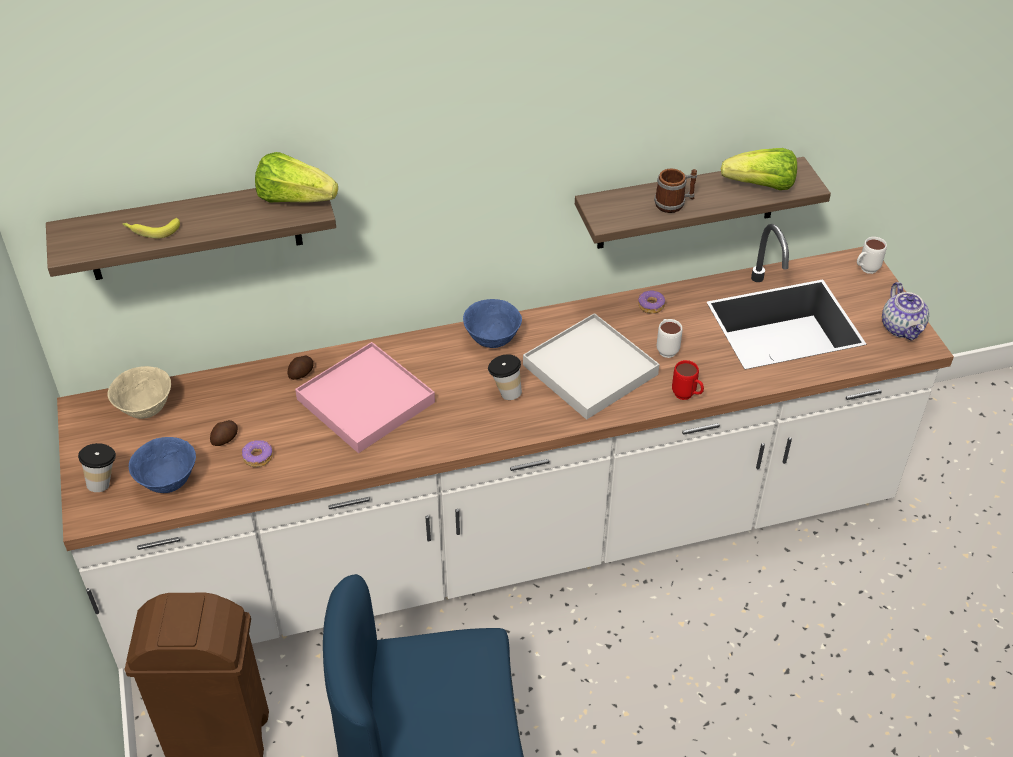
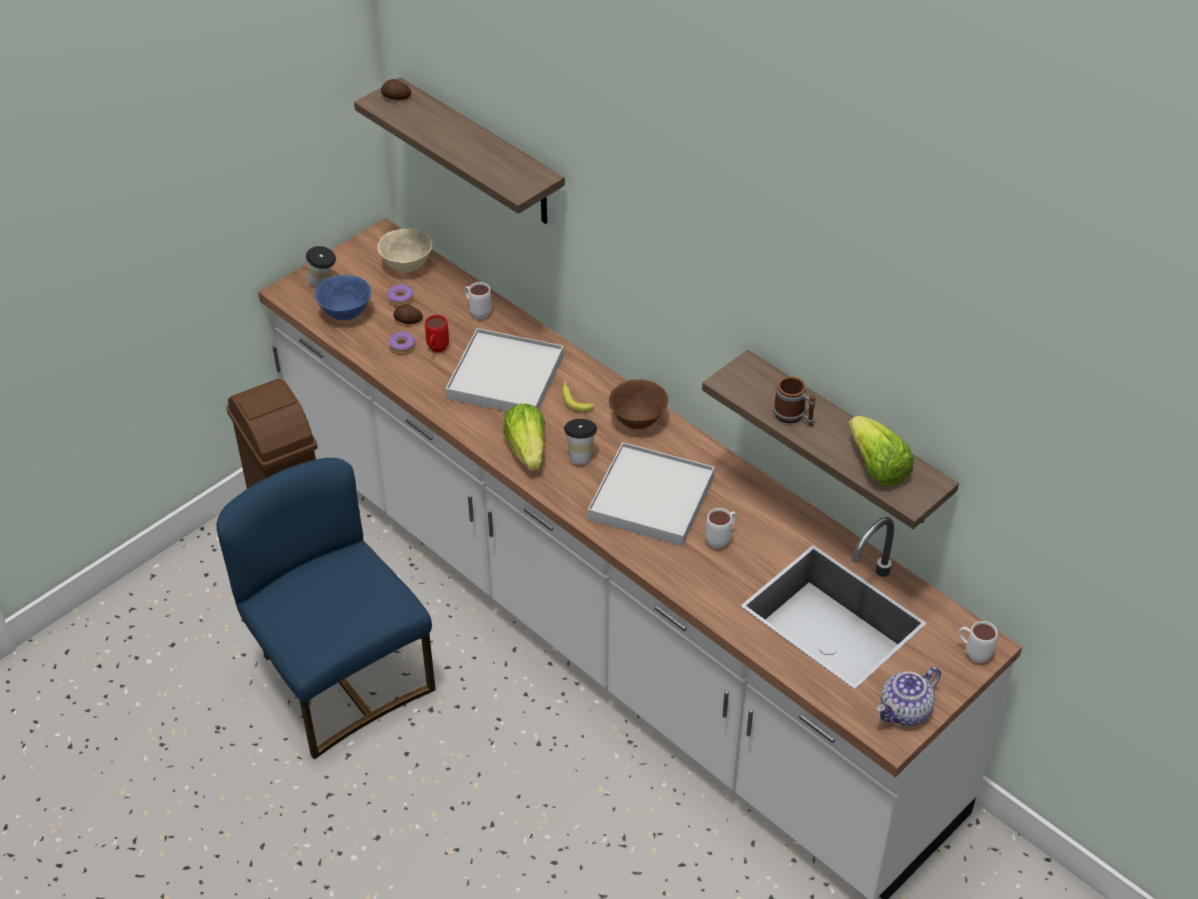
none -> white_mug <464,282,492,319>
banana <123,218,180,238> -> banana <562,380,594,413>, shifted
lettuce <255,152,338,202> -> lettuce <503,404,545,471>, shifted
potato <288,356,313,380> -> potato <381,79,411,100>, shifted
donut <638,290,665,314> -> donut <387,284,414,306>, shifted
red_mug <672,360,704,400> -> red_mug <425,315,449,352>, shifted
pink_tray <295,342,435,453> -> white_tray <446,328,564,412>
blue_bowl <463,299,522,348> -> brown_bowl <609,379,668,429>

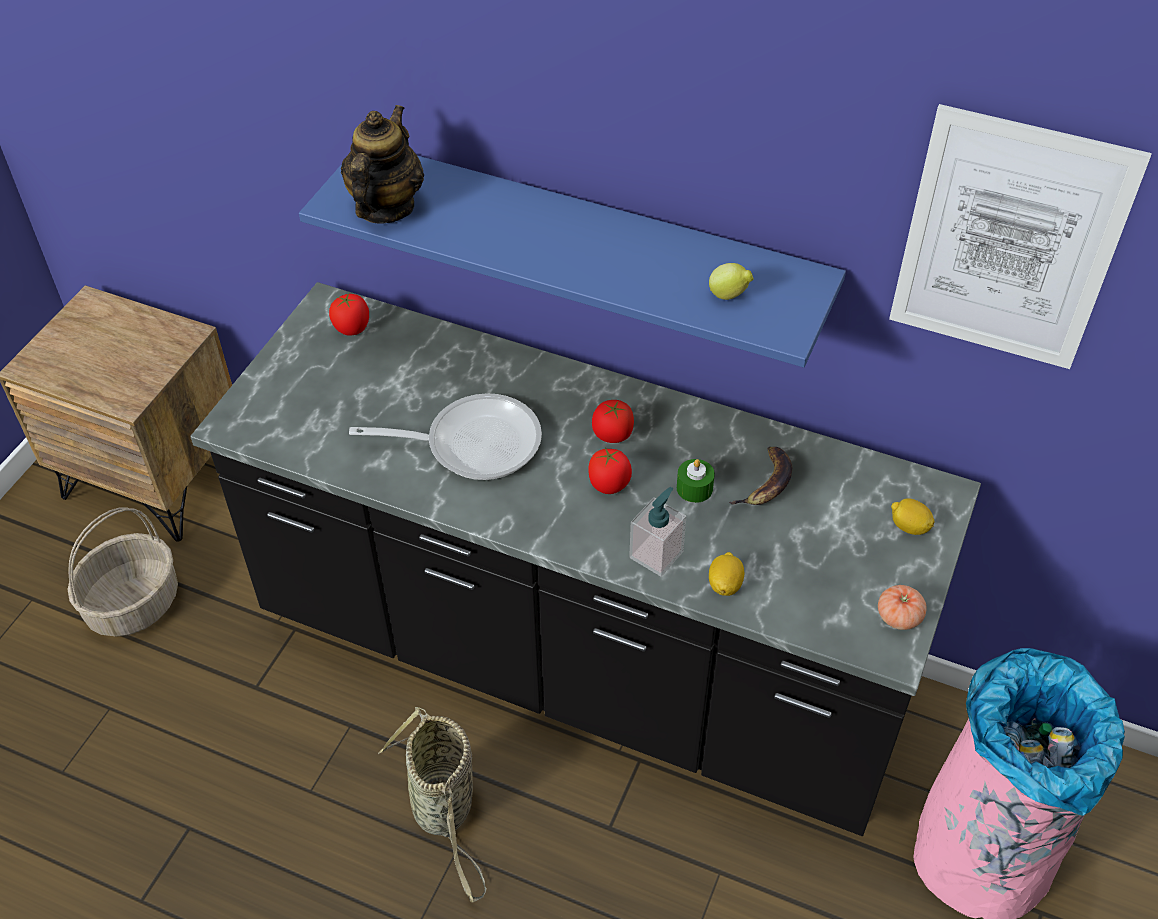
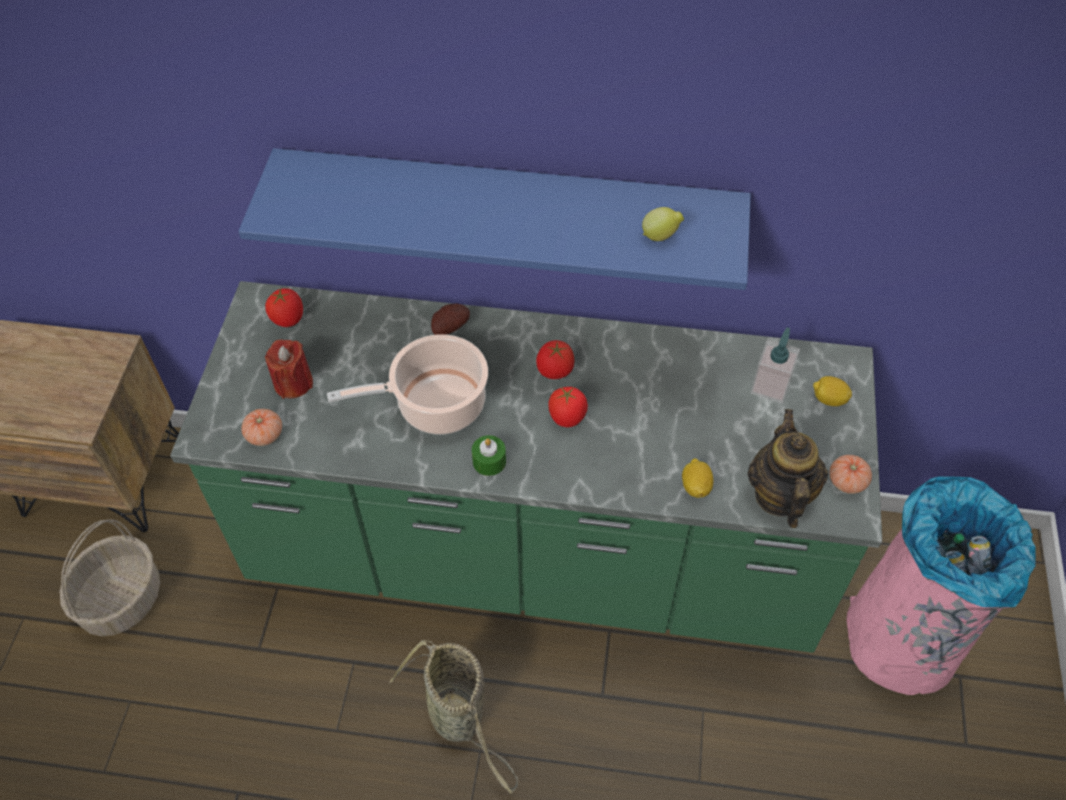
banana <729,446,792,505> -> none
picture <889,104,1152,369> -> none
none -> tomato <241,409,282,446>
none -> red_candle <265,339,313,399>
none -> potato <431,304,470,335>
teapot <341,105,424,224> -> teapot <748,409,828,528>, shifted
soap_dispenser <629,487,686,577> -> soap_dispenser <751,328,800,403>, shifted
green_candle <677,459,715,503> -> green_candle <472,435,506,476>, shifted
frying_pan <349,393,542,480> -> cooking_pot <327,334,488,434>
black_counter <190,282,981,836> -> green_counter <170,281,882,653>

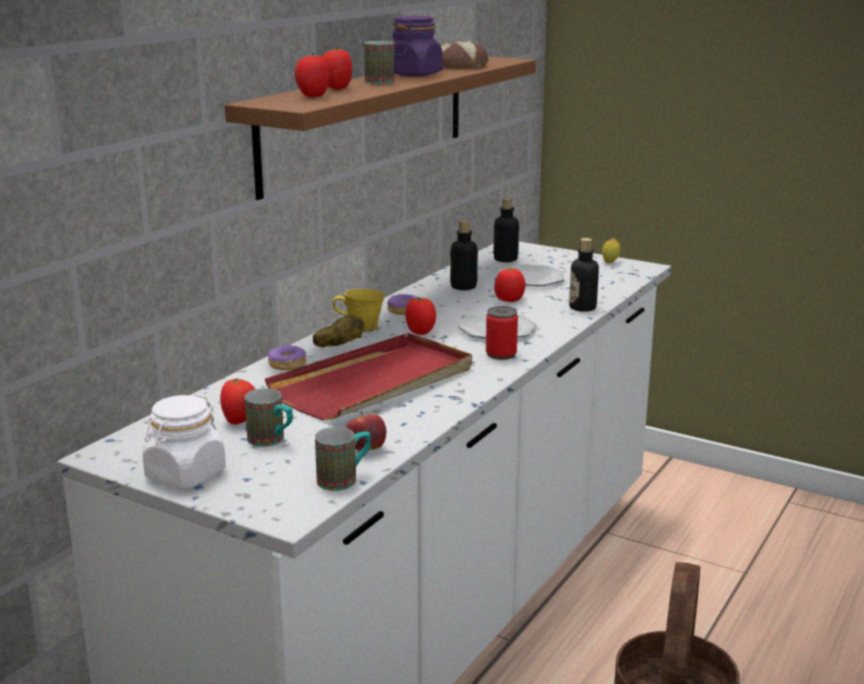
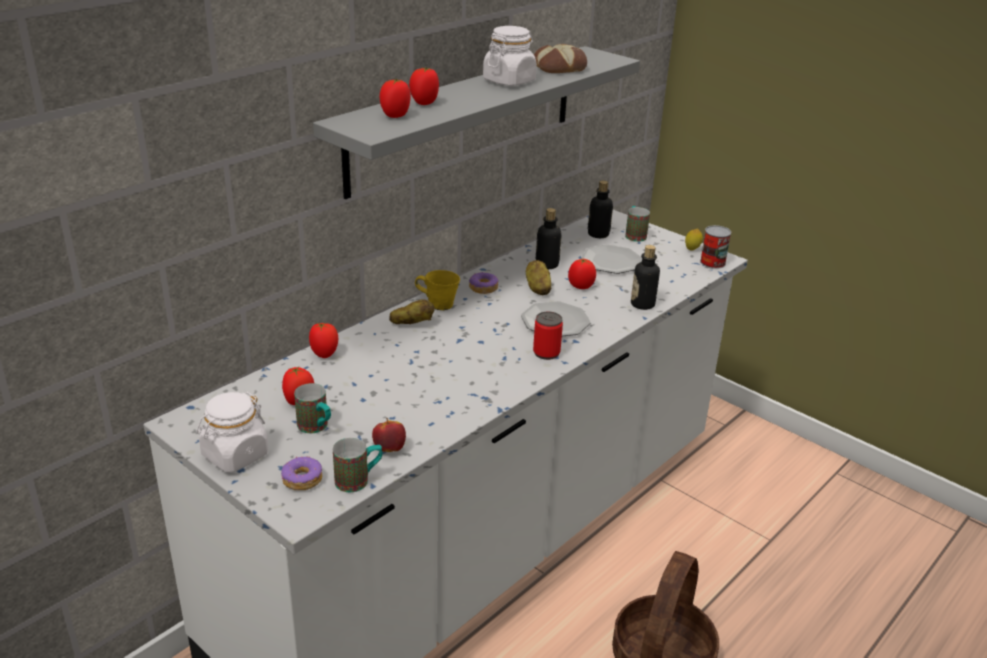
red_tray <265,333,472,420> -> none
none -> potato <526,260,551,295>
none -> can <700,225,731,269>
donut <268,345,306,370> -> donut <281,456,322,490>, shifted
mug <364,41,394,84> -> mug <625,206,650,242>, shifted
tomato <405,297,436,335> -> tomato <309,323,338,358>, shifted
brown_shelf <225,56,536,200> -> grey_shelf <313,46,640,199>
purple_jar <391,16,443,77> -> white_jar <483,26,537,86>

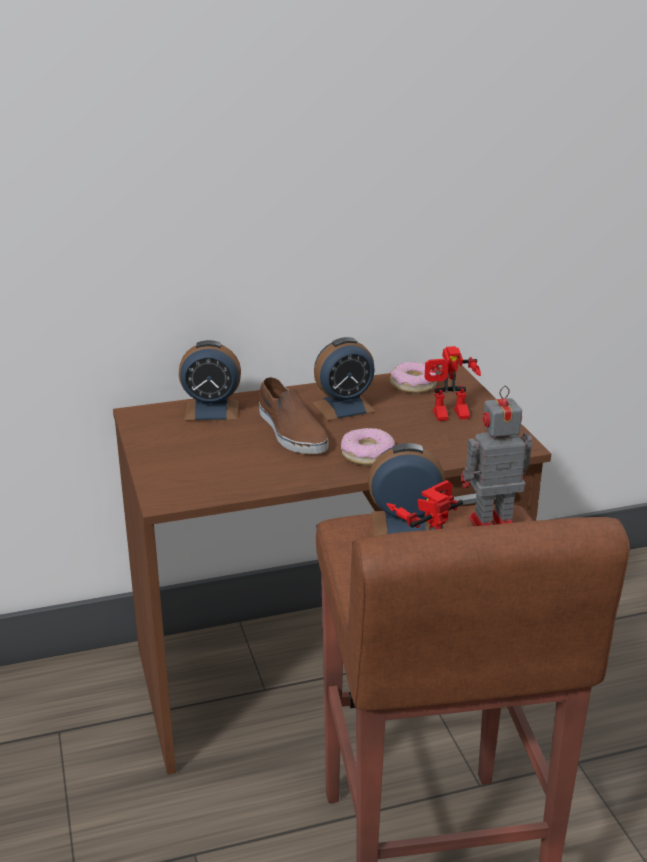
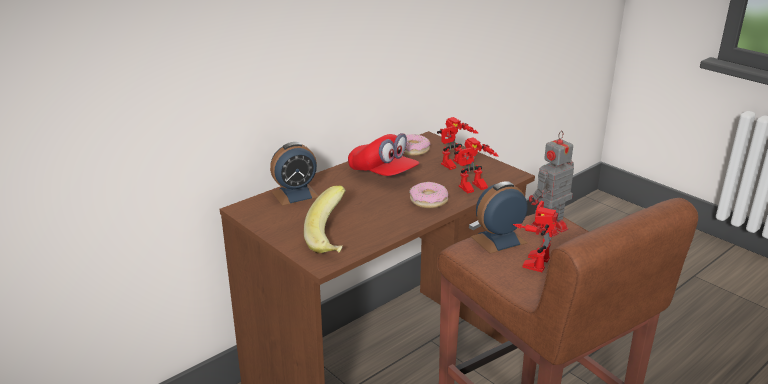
brown_shoe <259,377,328,454> -> none
none -> banana <304,185,346,253>
none -> toy_robot <454,138,499,193>
alarm_clock <312,337,376,421> -> red_cap <348,133,419,176>

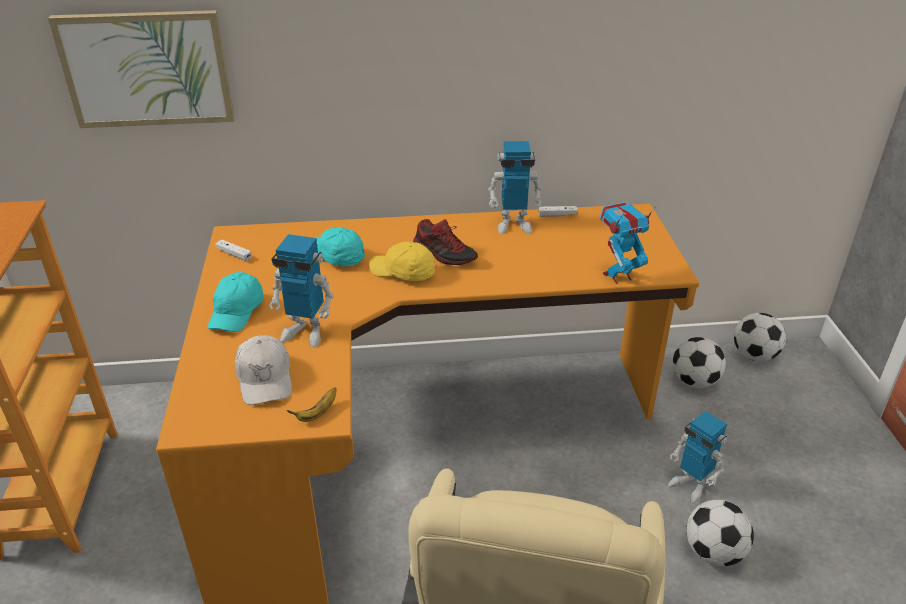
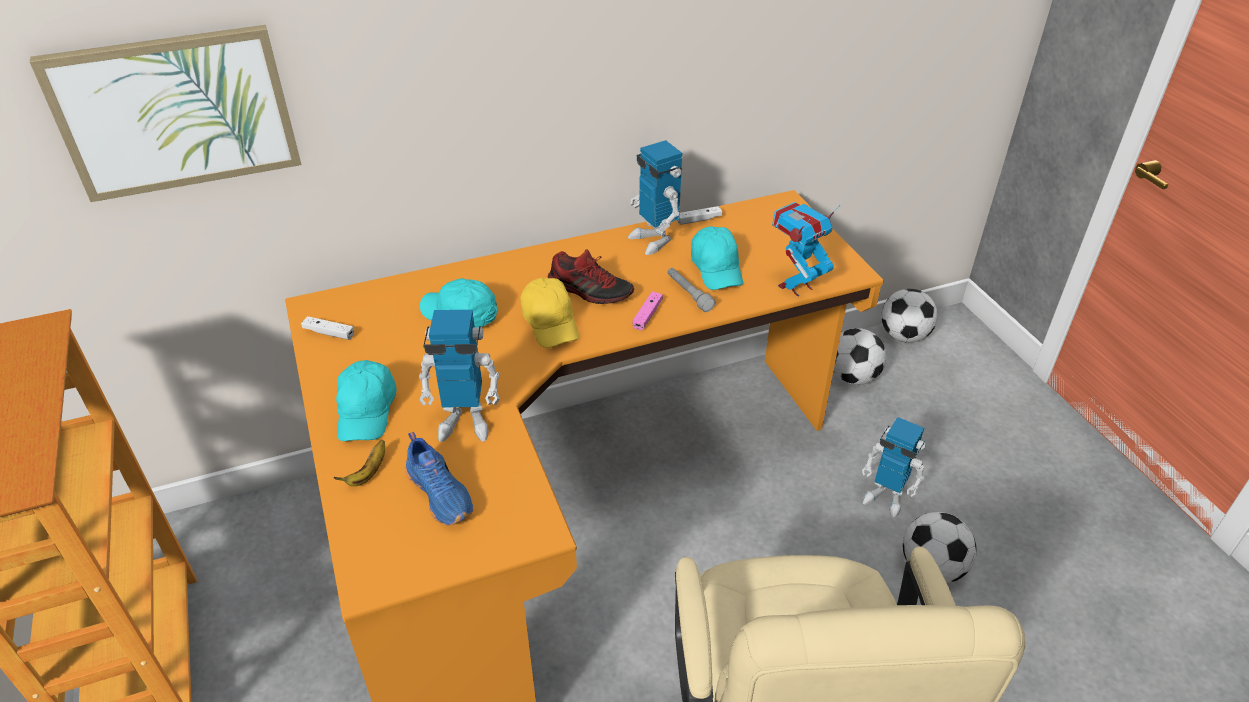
none -> pink_game_controller <633,292,663,330>
none -> grey_flashlight <667,268,715,312>
none -> turquoise_cap <691,226,743,290>
banana <287,387,337,422> -> banana <334,440,385,486>, shifted
white_cap <235,335,292,405> -> blue_shoe <405,432,473,526>
yellow_cap <369,242,435,281> -> yellow_cap <521,278,579,348>, 120 degrees counterclockwise
toy_robot <488,141,542,234> -> toy_robot <628,140,682,255>, 75 degrees clockwise

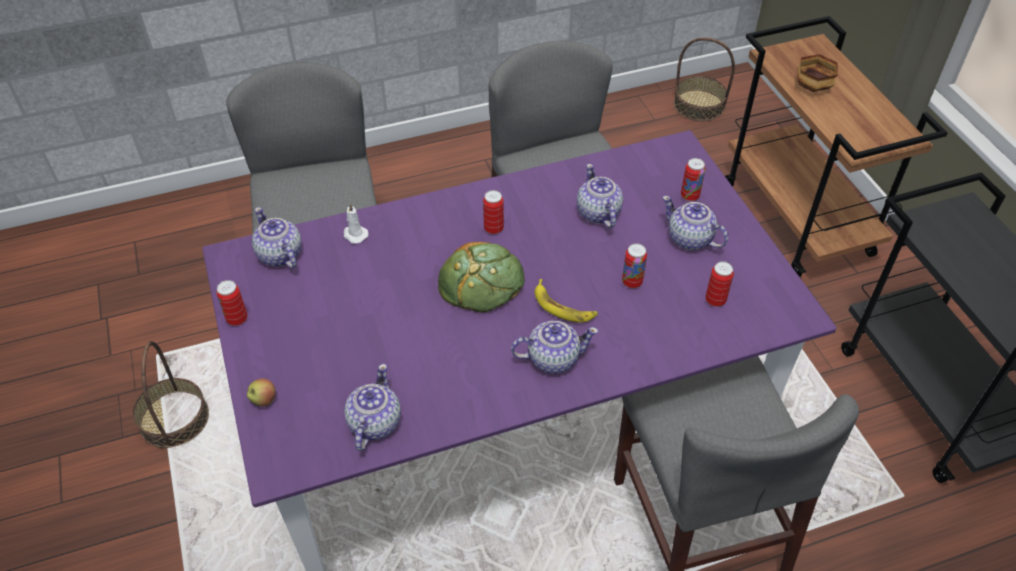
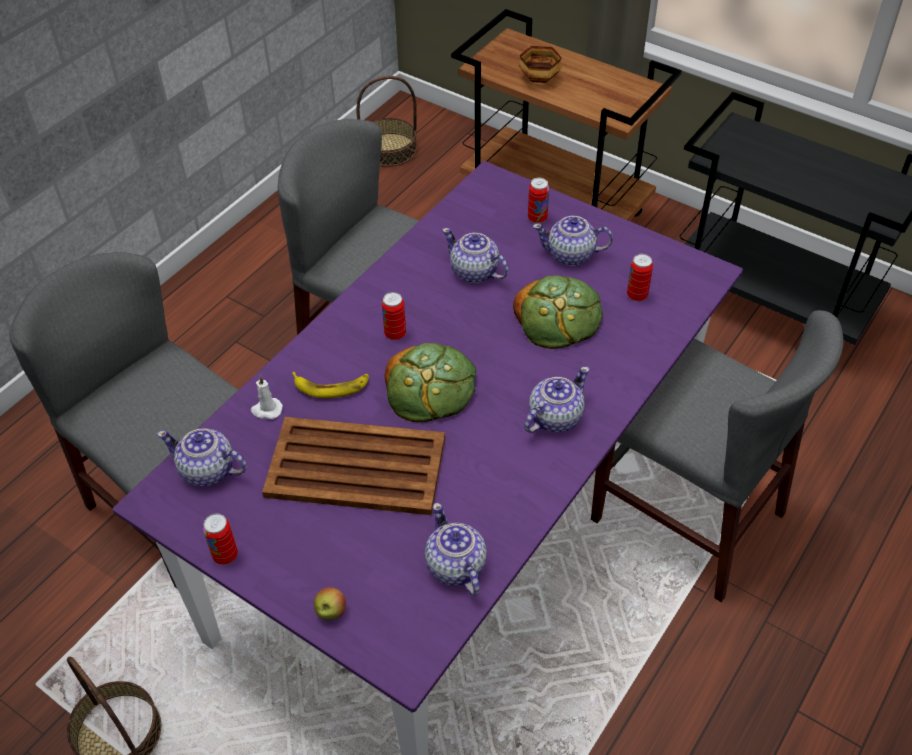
none -> brown_tray <262,417,445,515>
banana <535,279,598,323> -> banana <292,372,369,398>, shifted
can <622,243,647,288> -> bread <513,275,603,349>

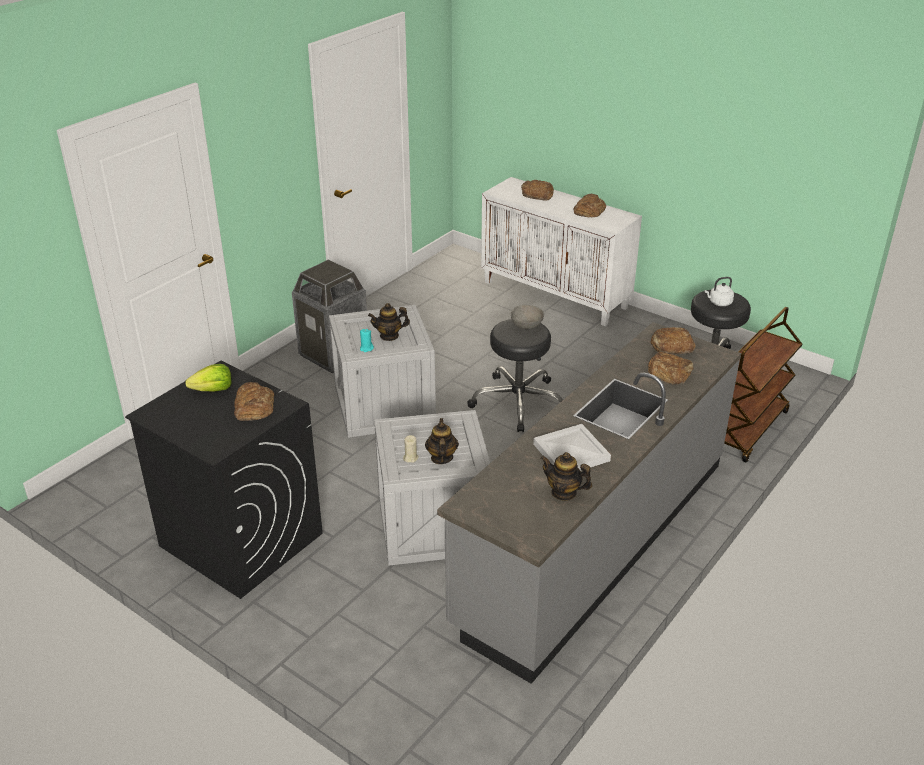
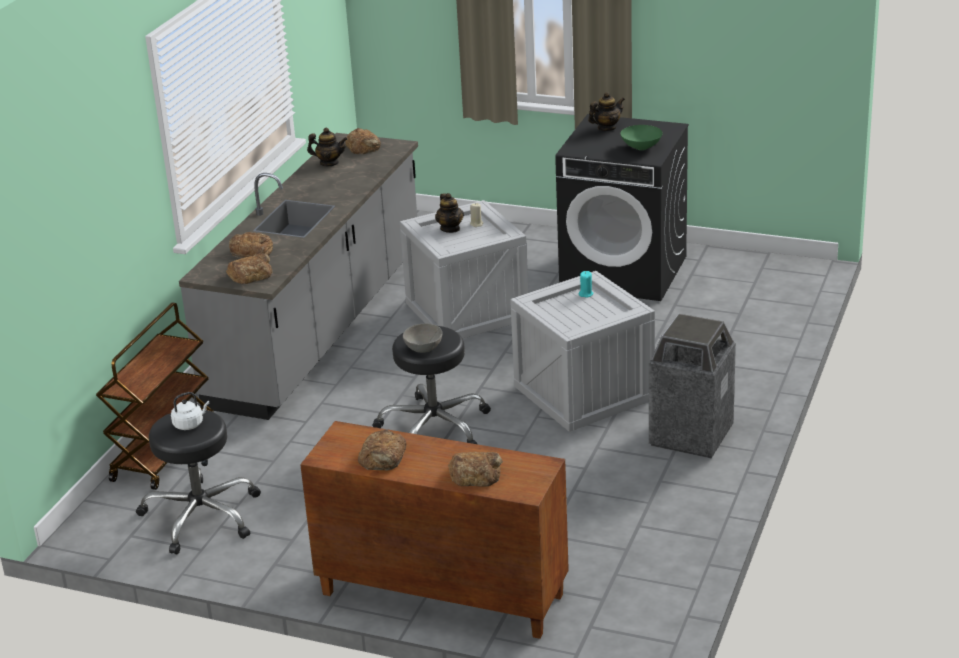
white_tray <533,424,611,471> -> none
bread <234,382,274,421> -> bread <345,128,381,154>, shifted
teapot <368,303,410,341> -> teapot <588,92,625,131>, shifted
lettuce <185,364,232,392> -> green_bowl <620,125,662,150>
white_cabinet <481,177,642,326> -> brown_cabinet <300,421,569,639>

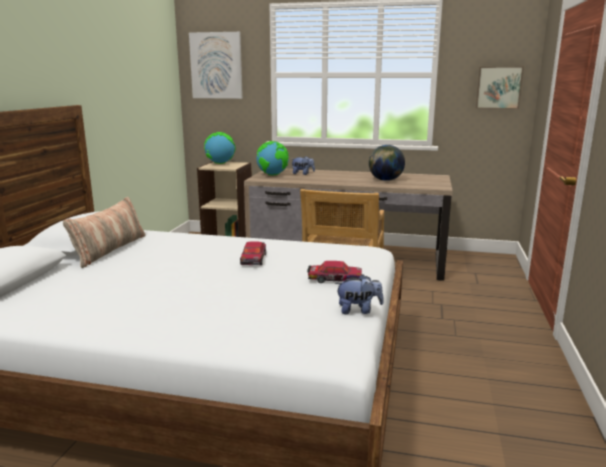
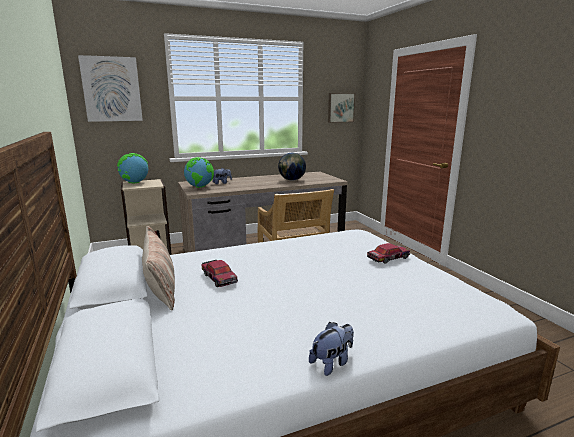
toy_car <240,242,266,265> -> toy_car <201,260,238,287>, shifted
plush_toy <335,274,383,314> -> plush_toy <309,322,354,376>, shifted

